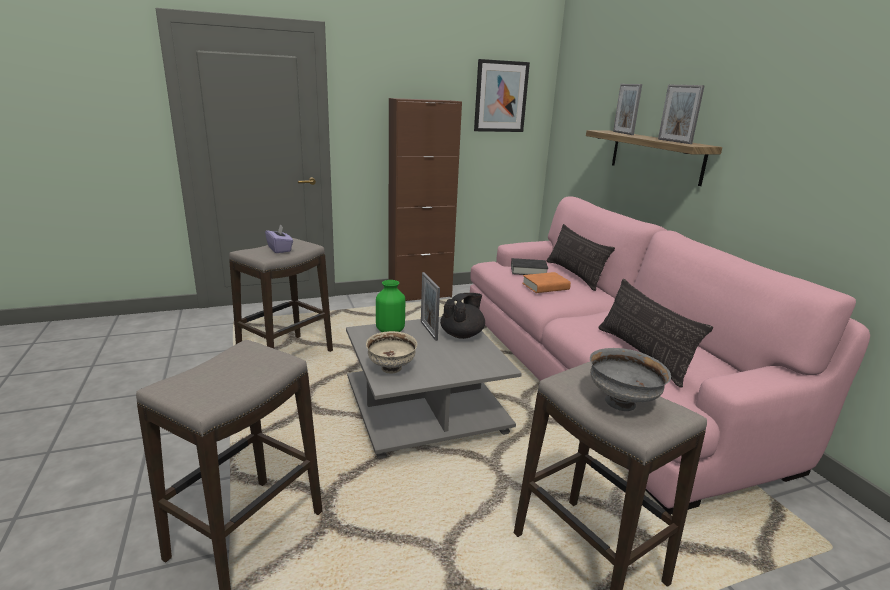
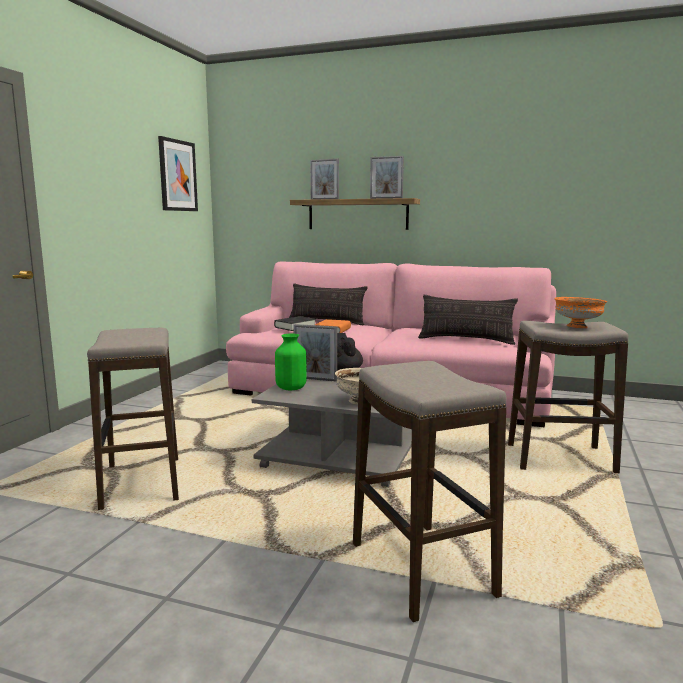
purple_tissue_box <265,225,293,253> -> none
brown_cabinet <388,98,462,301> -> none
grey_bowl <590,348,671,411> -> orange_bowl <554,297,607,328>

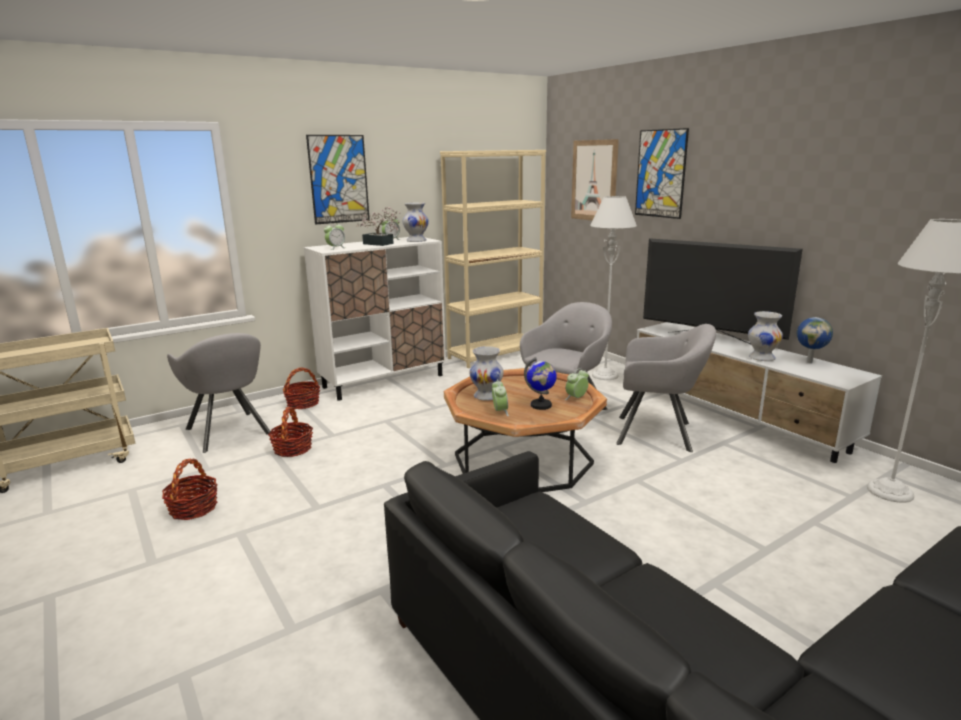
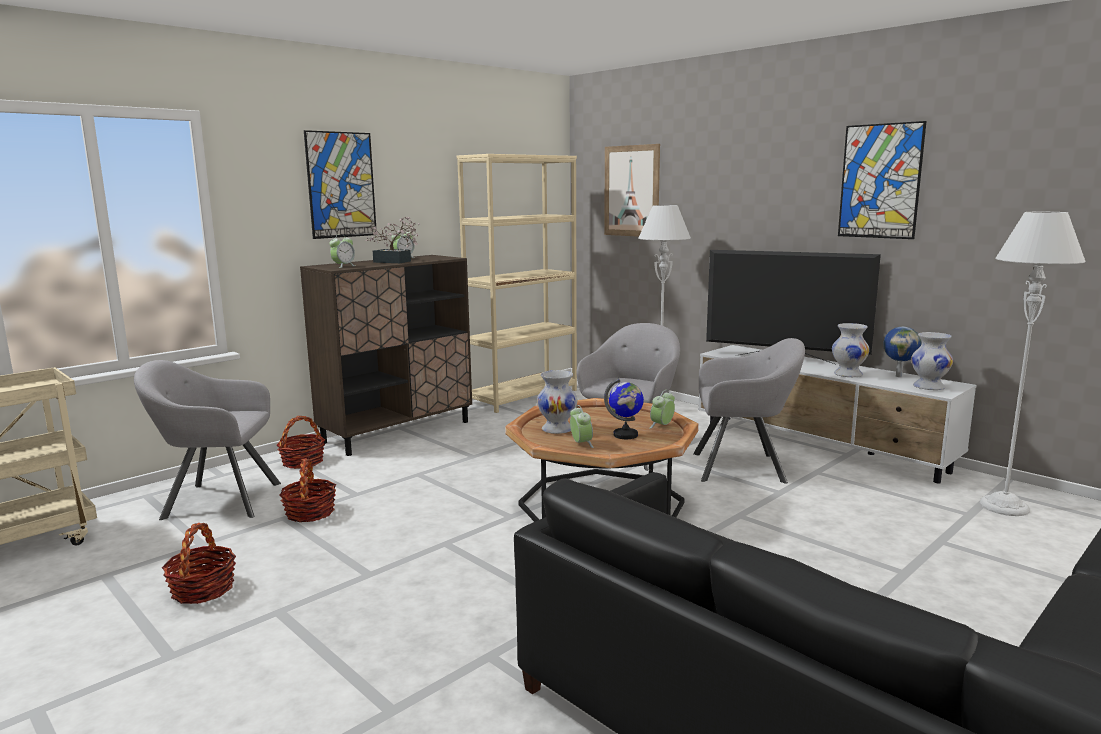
white_vase <403,202,429,242> -> white_vase <911,332,953,390>, shifted
picture <635,128,689,219> -> picture <838,121,926,239>, shifted
white_cabinet <304,237,446,401> -> brown_cabinet <300,255,472,456>
grey_armchair <167,333,270,453> -> grey_armchair <134,360,281,520>, 135 degrees clockwise

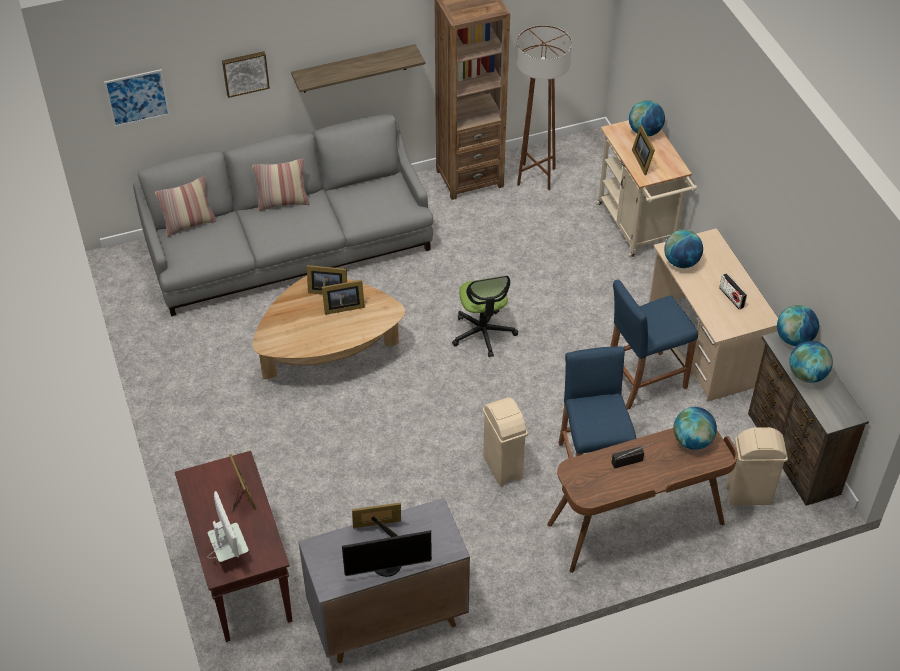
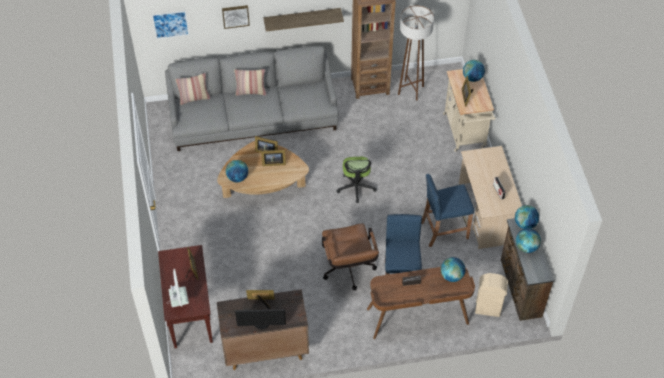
globe <664,230,703,268> -> globe <226,160,248,182>, shifted
beige_trash_can <483,398,528,486> -> brown_office_chair <322,224,379,290>
grey_cabinet <298,498,470,663> -> brown_cabinet <217,289,309,370>

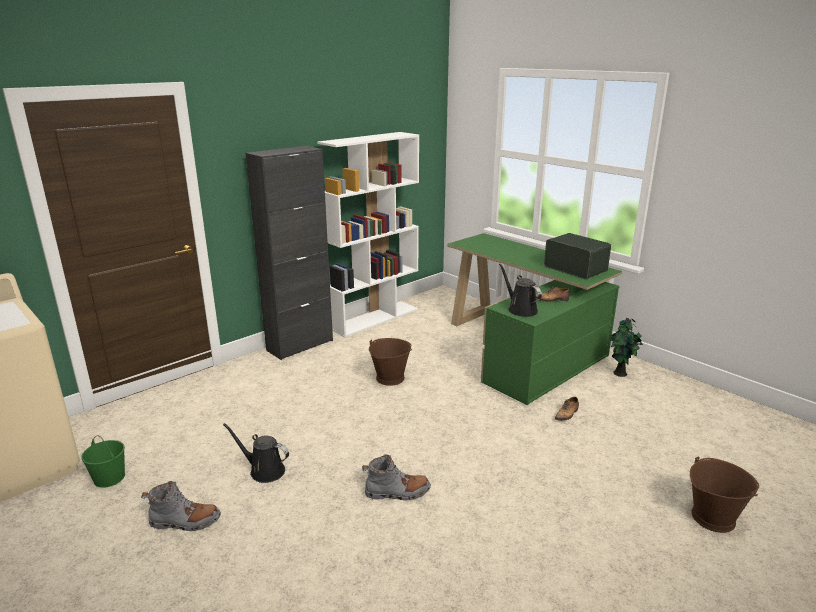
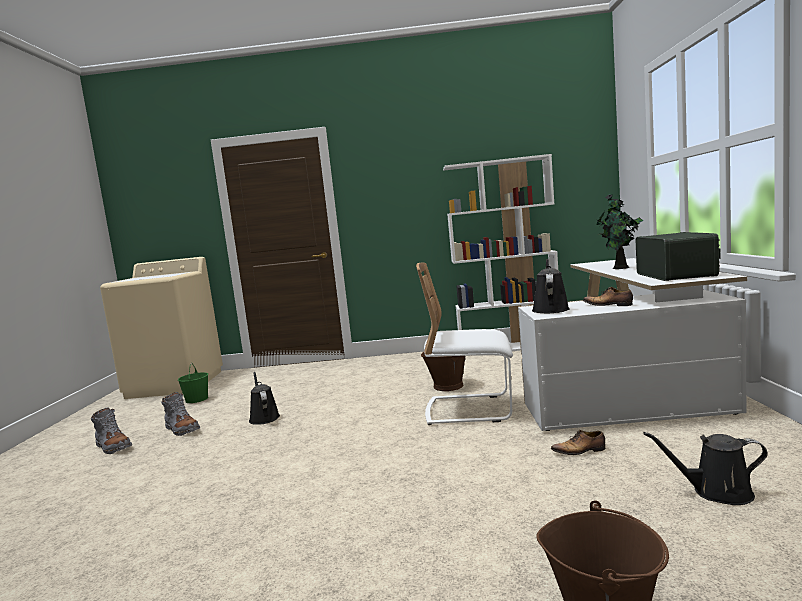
black_cabinet <246,146,333,360> -> none
none -> white_chair <416,263,513,425>
none -> black_watering_can <643,432,767,505>
grey_boot <362,454,431,500> -> grey_boot <91,407,132,454>, shifted
potted_plant <610,318,643,377> -> potted_plant <597,194,643,269>, shifted
green_desk <447,233,622,405> -> white_desk <518,258,747,431>

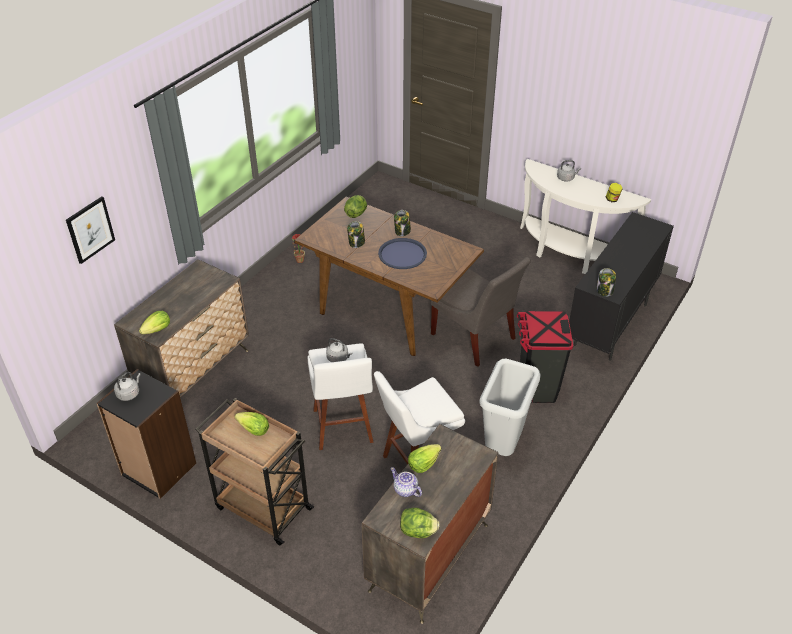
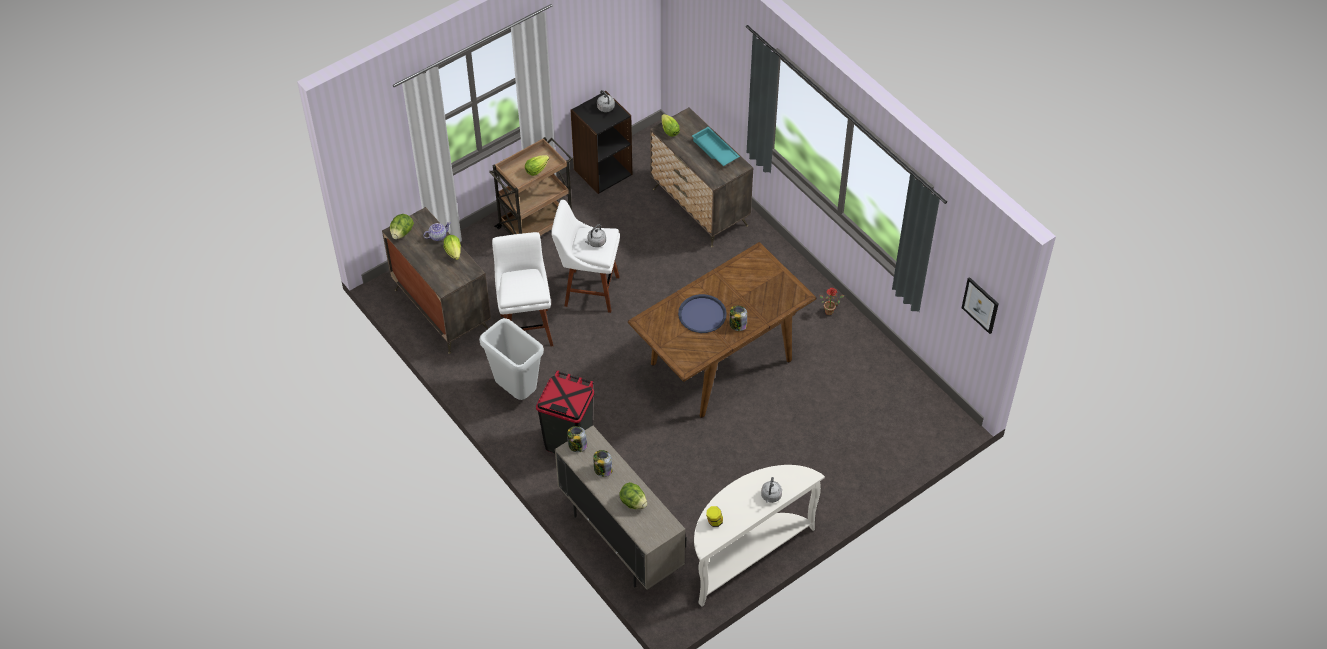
grey_chair <431,257,531,367> -> none
none -> turquoise_tray <692,127,740,166>
picture <66,196,115,264> -> picture <962,277,999,334>, shifted
lettuce <344,195,367,218> -> lettuce <619,482,647,509>, shifted
jar <347,221,365,248> -> jar <593,450,612,477>, shifted
black_cabinet <569,212,674,361> -> beige_cabinet <555,426,686,590>

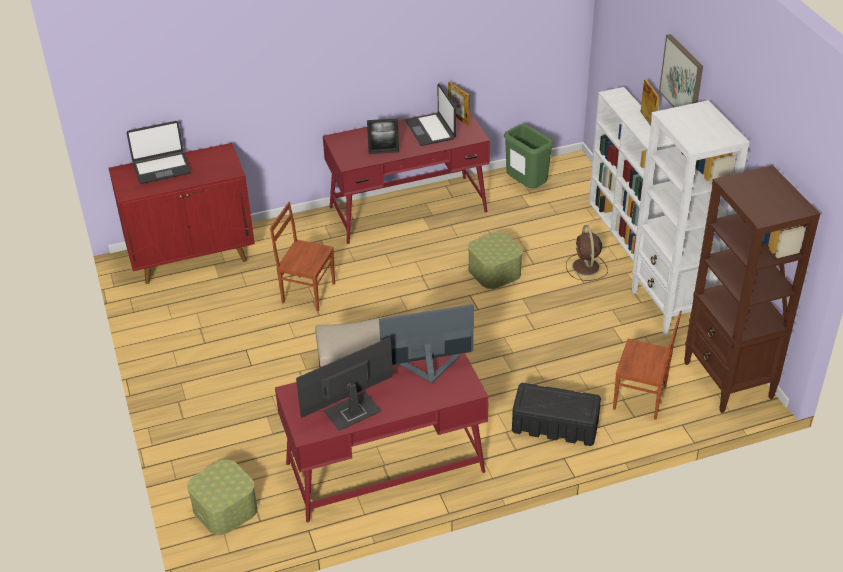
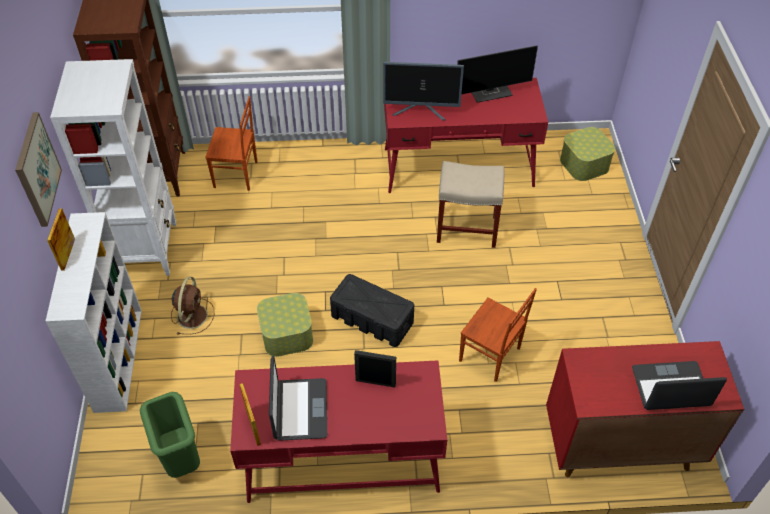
black_storage_box <512,383,601,446> -> black_storage_box <330,274,414,347>, shifted
brown_chair <613,311,682,420> -> brown_chair <205,96,258,191>, 150 degrees clockwise

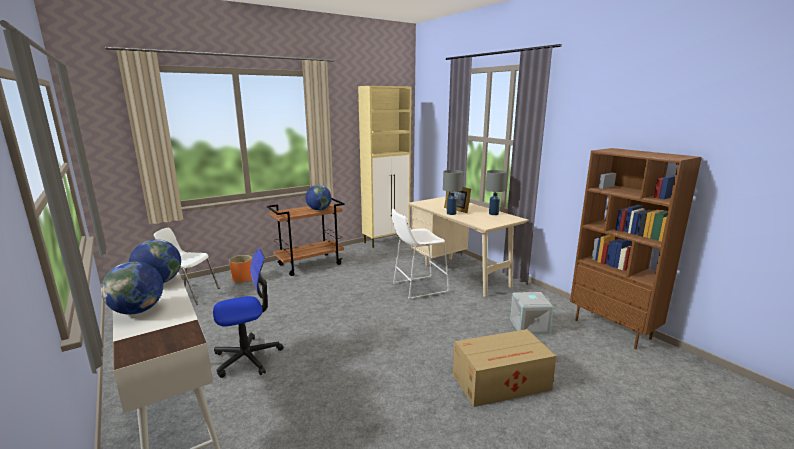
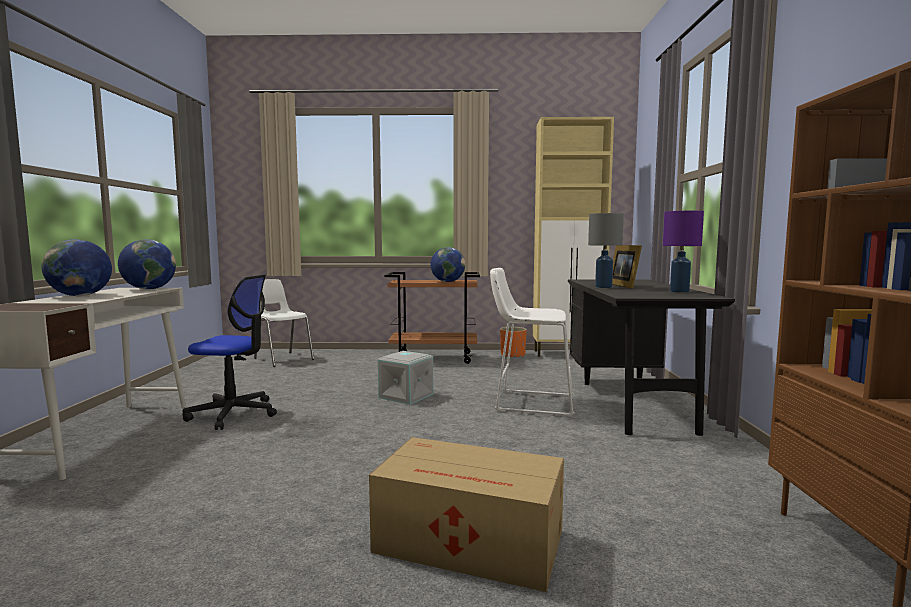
orange_planter <229,255,252,283> -> orange_planter <500,327,527,357>, shifted
grey_storage_box <510,292,554,335> -> grey_storage_box <378,351,433,405>, shifted
beige_desk <408,197,528,297> -> black_desk <568,279,735,436>
grey_table_lamp <486,170,507,215> -> purple_table_lamp <663,211,704,293>

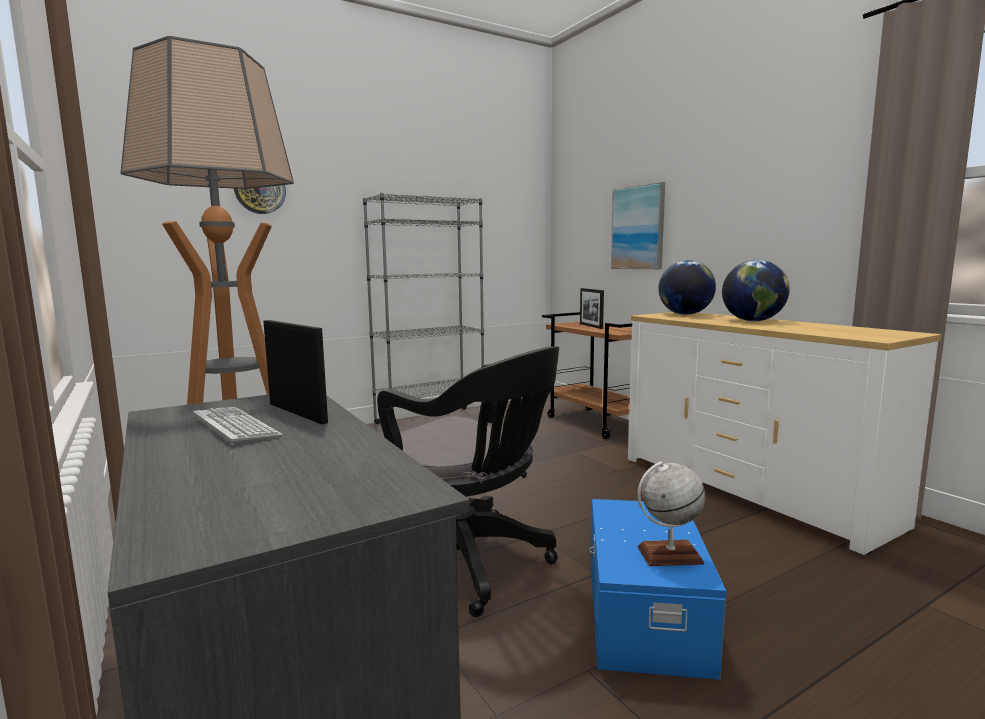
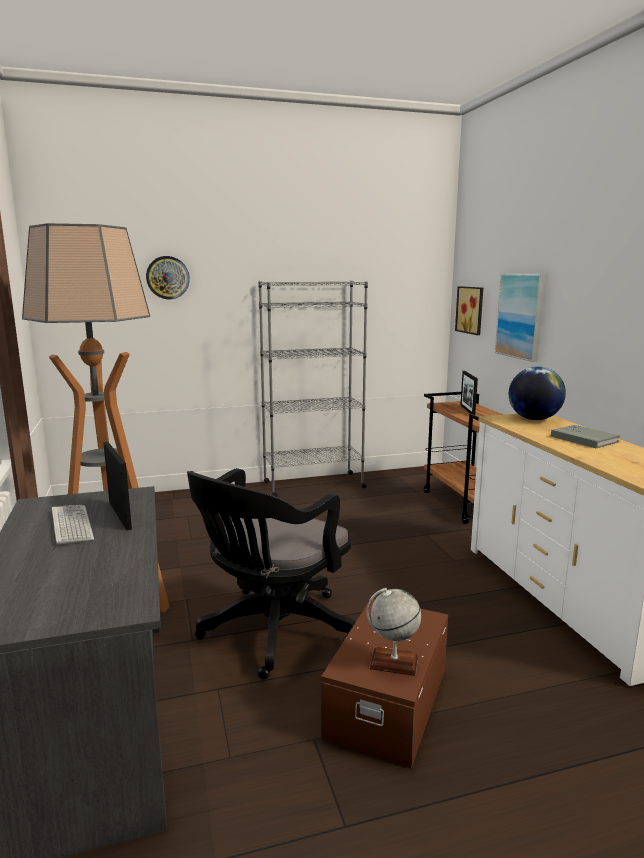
none -> picture <455,286,483,335>
globe <722,260,790,321> -> grey_book <551,425,620,448>
blue_storage_box <589,499,726,680> -> brown_storage_box <321,598,448,769>
black_office_chair <377,346,559,617> -> black_office_chair <187,468,355,680>, 75 degrees clockwise

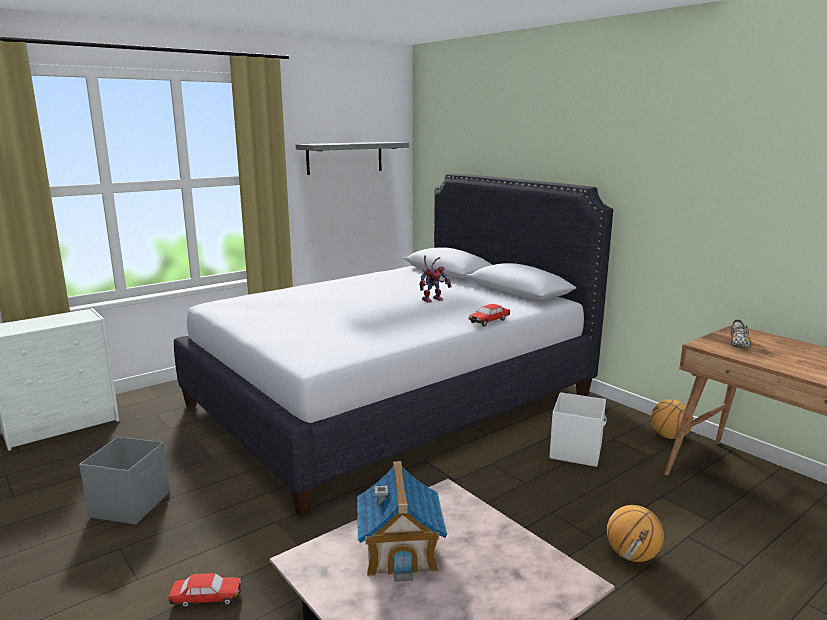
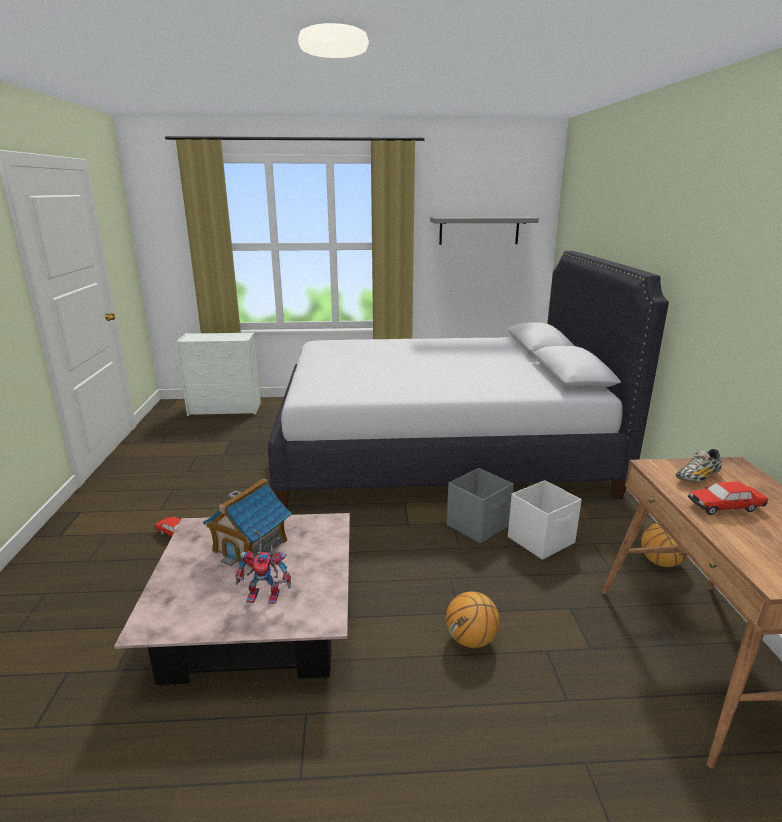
grey_storage_box <79,437,170,525> -> grey_storage_box <447,468,514,544>, shifted
toy_robot <420,255,452,303> -> toy_robot <236,530,291,604>, shifted
toy_car <469,304,510,326> -> toy_car <688,481,768,515>, shifted

